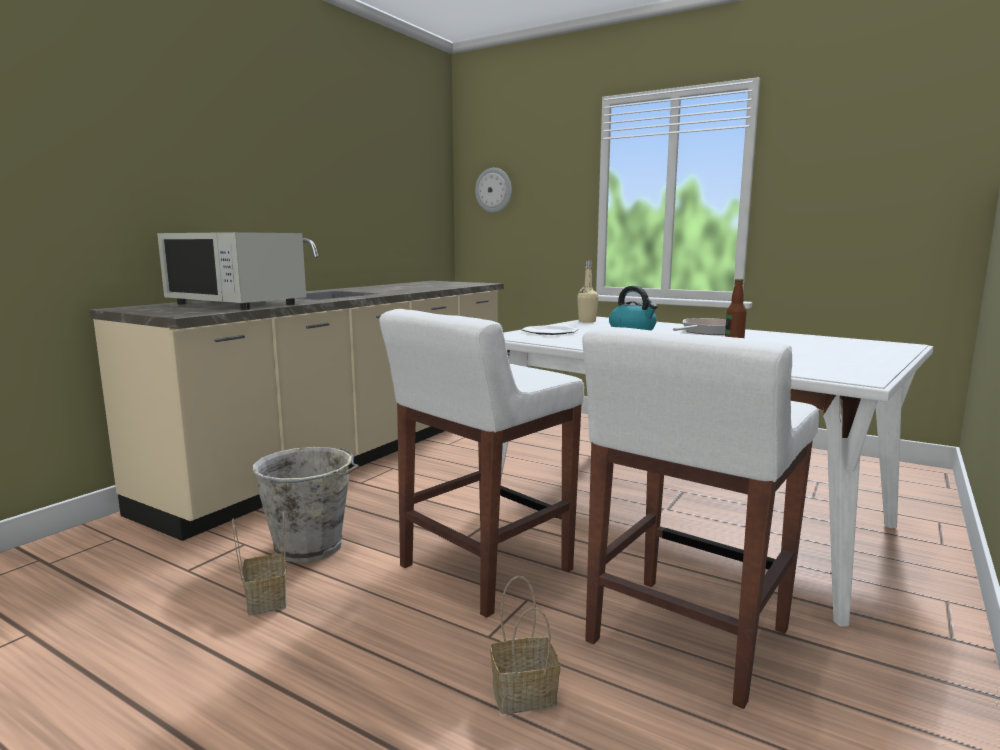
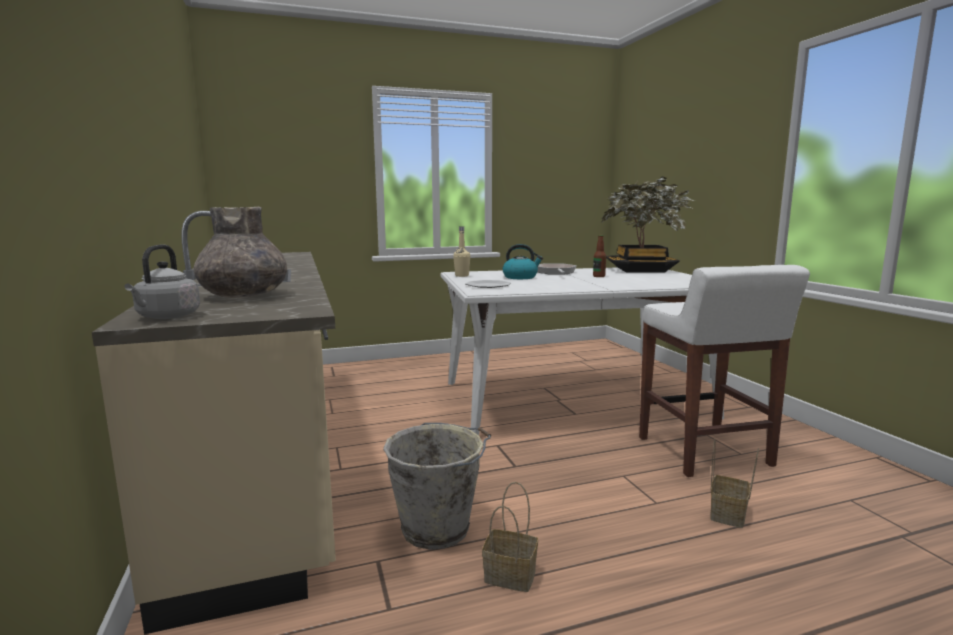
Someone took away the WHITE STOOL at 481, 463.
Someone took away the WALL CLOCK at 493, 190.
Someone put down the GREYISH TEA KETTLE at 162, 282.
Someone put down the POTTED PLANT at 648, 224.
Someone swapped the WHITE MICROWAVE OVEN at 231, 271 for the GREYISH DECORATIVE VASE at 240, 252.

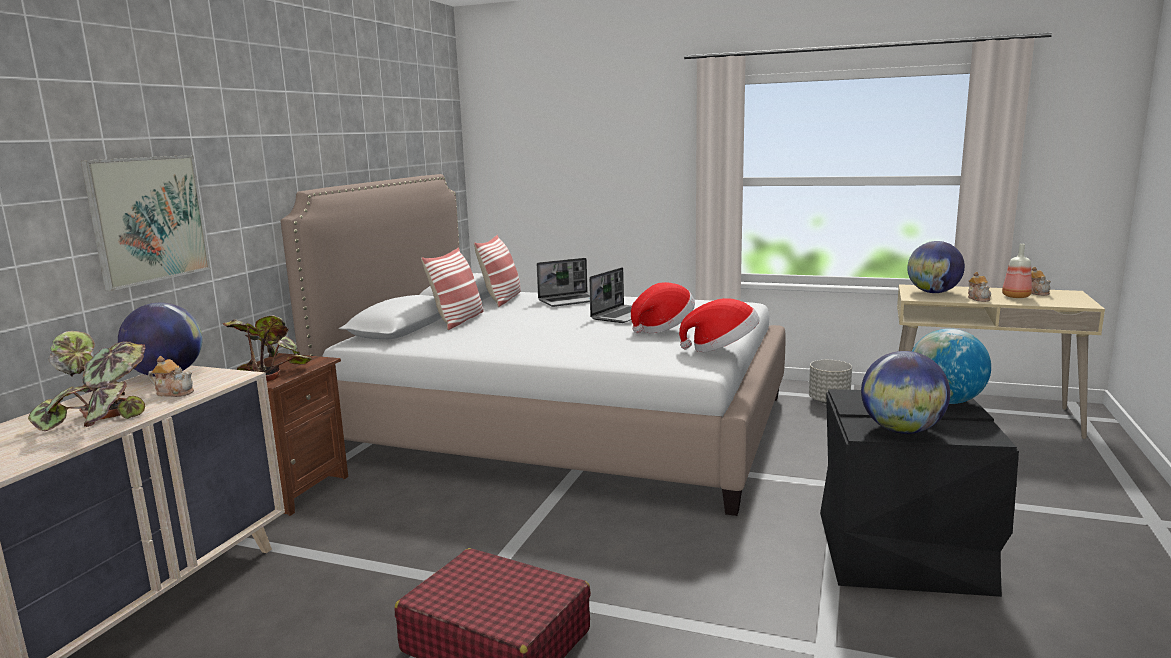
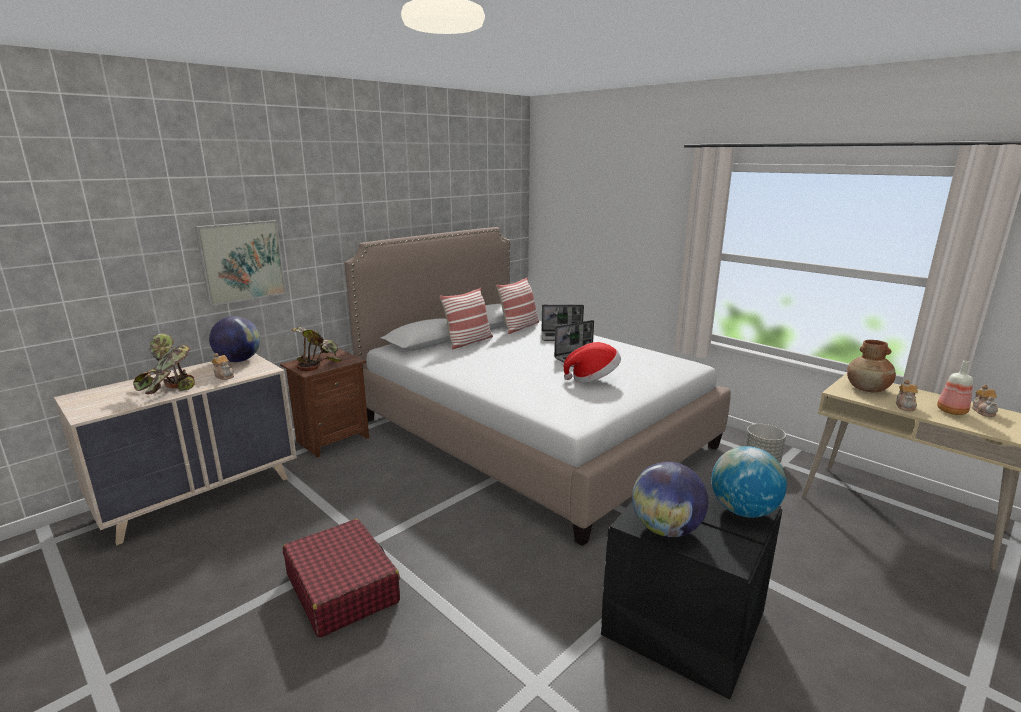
Someone took away the WEARABLE HAT at 719, 325.
Someone swapped the DESK GLOBE at 936, 267 for the BROWNISH DECORATIVE VASE at 871, 366.

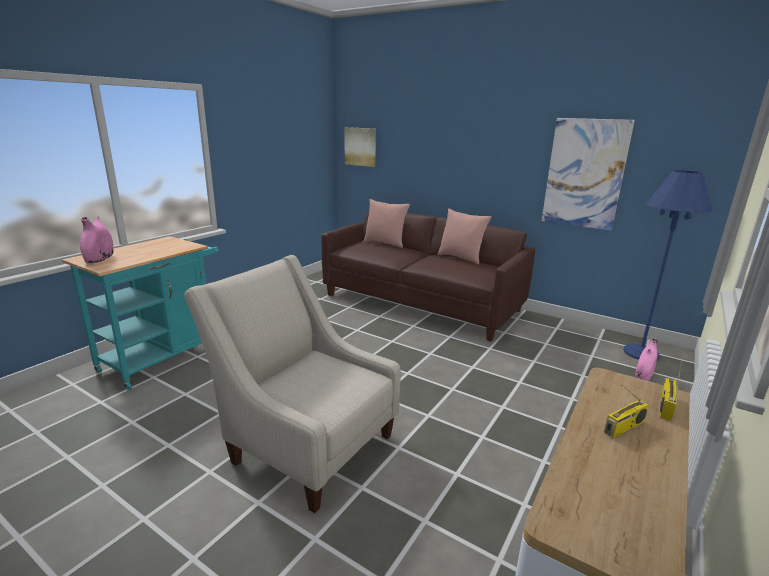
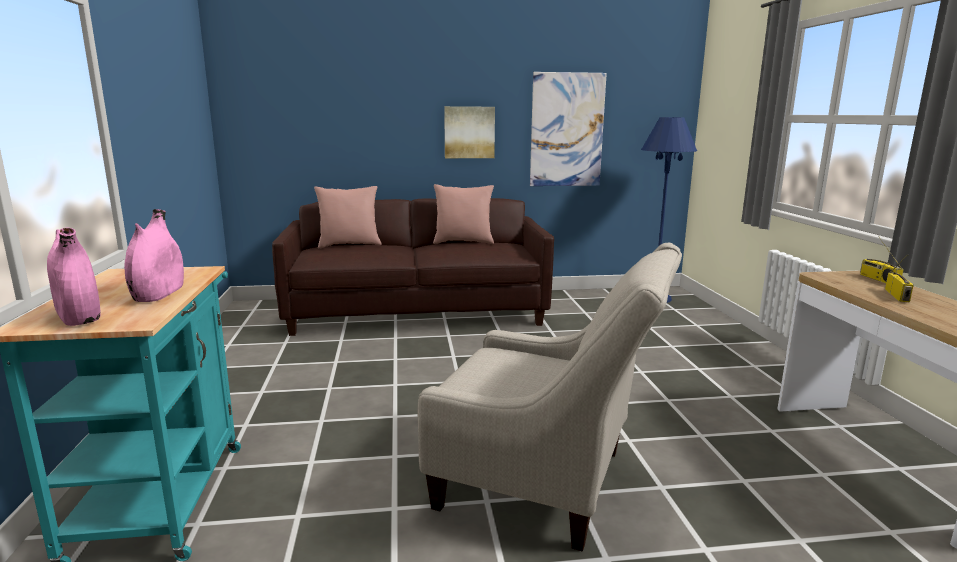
Someone carried the WALL ART from 360, 147 to 469, 132.
Someone carried the PINKISH DECORATIVE VASE from 646, 359 to 154, 255.
Someone rotated the BEIGE-COLOURED EASY CHAIR at 292, 384 by 150 degrees counterclockwise.

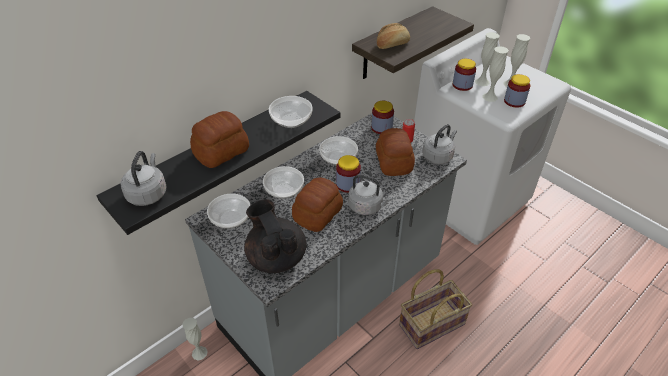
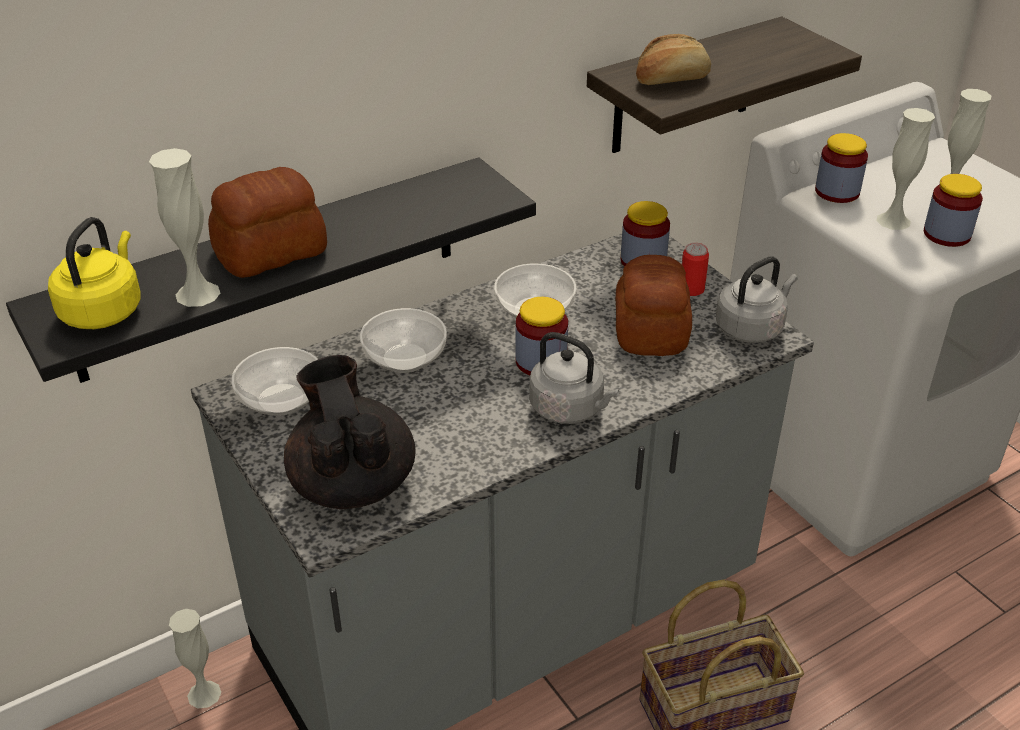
Someone took away the DEEP DISH at 291, 112.
Someone took away the BREAD at 317, 205.
Someone carried the WHITE DECORATIVE VASE from 487, 59 to 184, 227.
Someone repainted the GREYISH TEA KETTLE at 144, 178, which became the YELLOW-COLOURED TEA KETTLE at 94, 273.

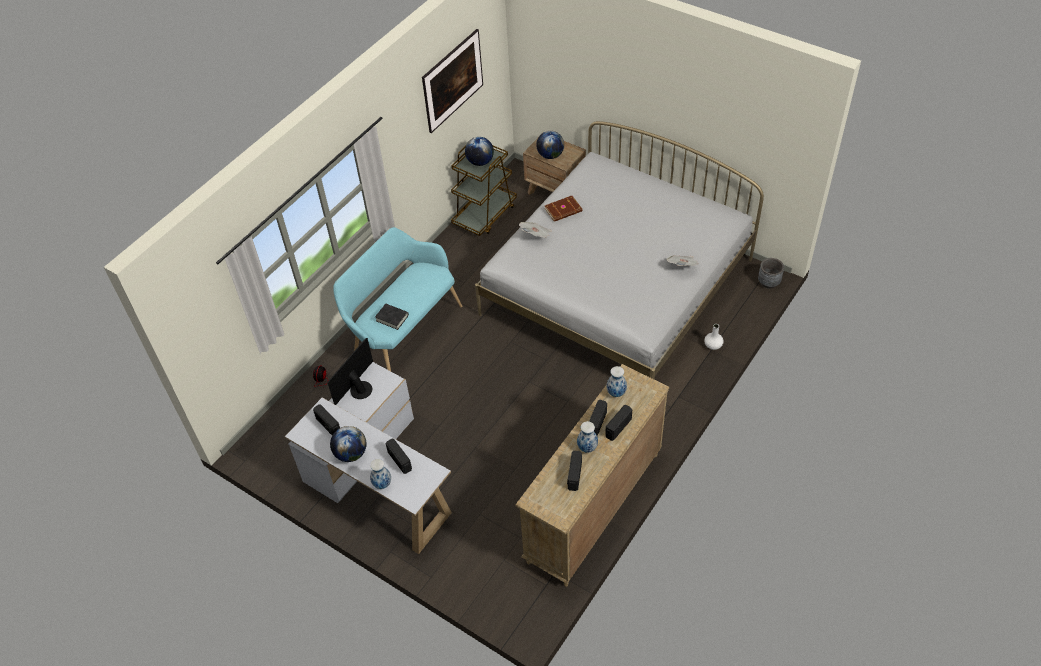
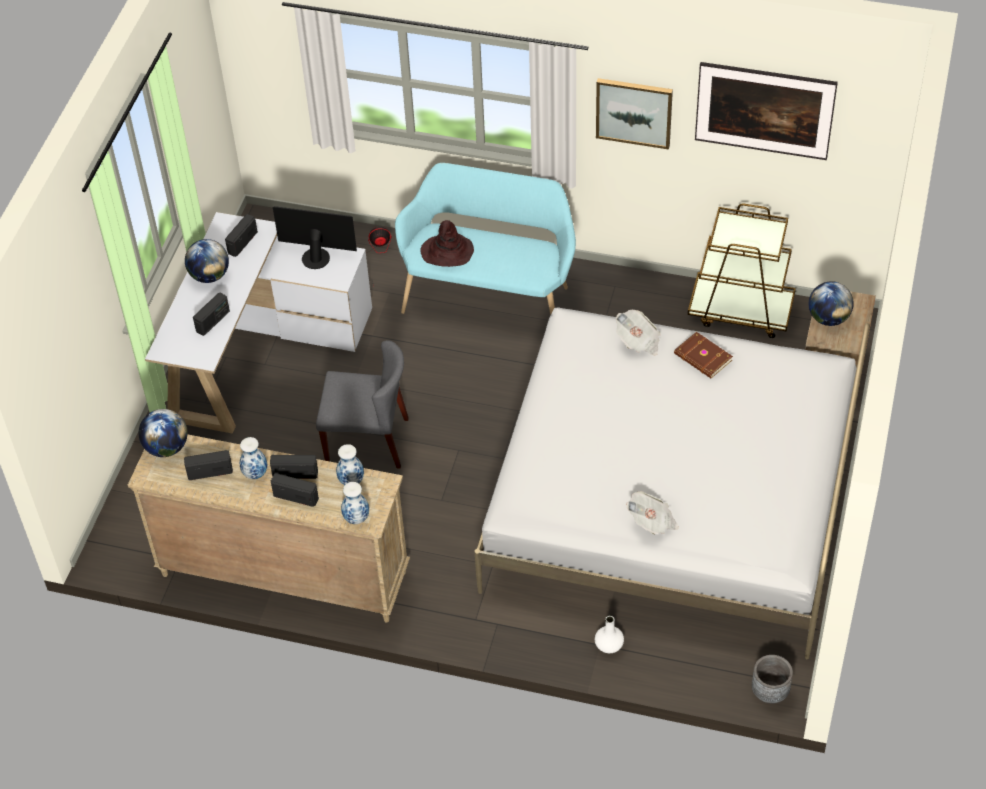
Someone put down the GREYISH PLAIN CHAIR at 362, 404.
Someone put up the WALL ART at 634, 113.
Someone carried the DECORATIVE VASE from 380, 474 to 355, 503.
Someone carried the DESK GLOBE from 479, 151 to 163, 433.
Someone swapped the BLACK-COLOURED BOUND BOOK at 392, 317 for the BROWNISH WEARABLE HAT at 447, 243.

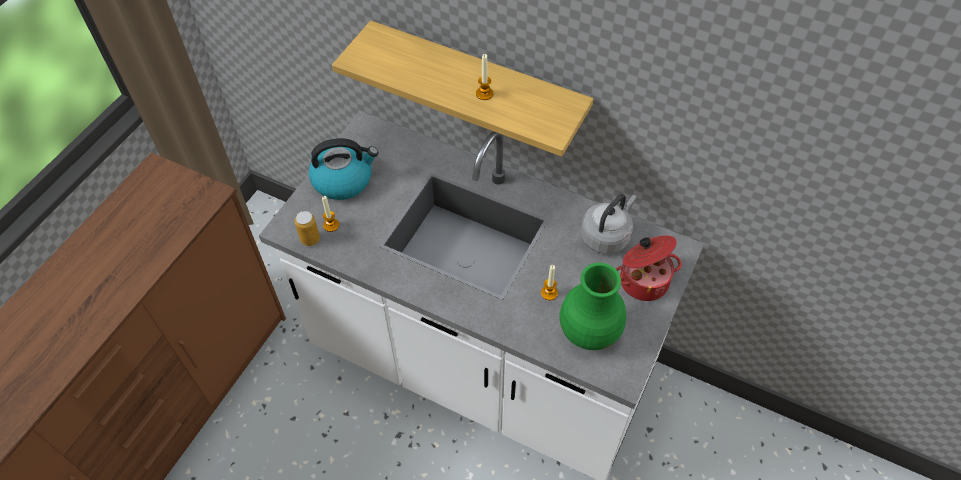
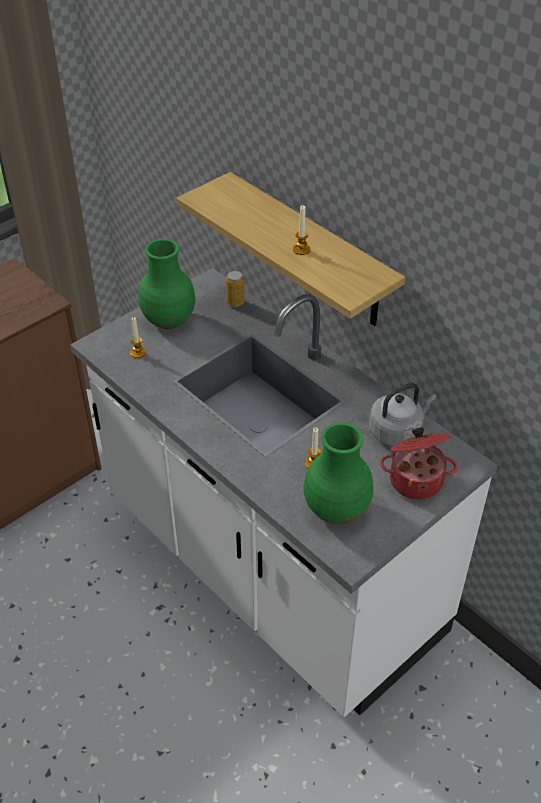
Someone carried the CAN from 307, 228 to 235, 289.
Someone swapped the TEA KETTLE at 343, 169 for the GREEN DECORATIVE VASE at 167, 284.

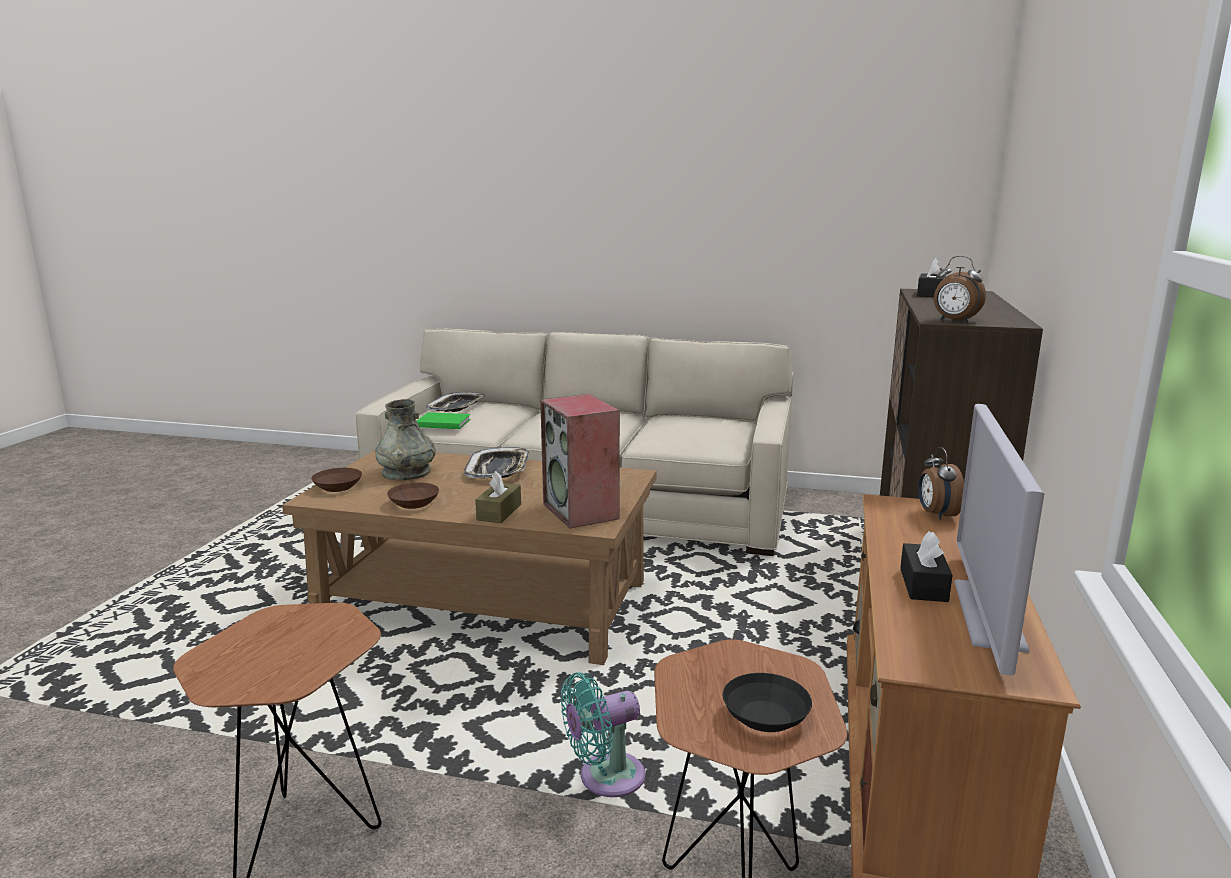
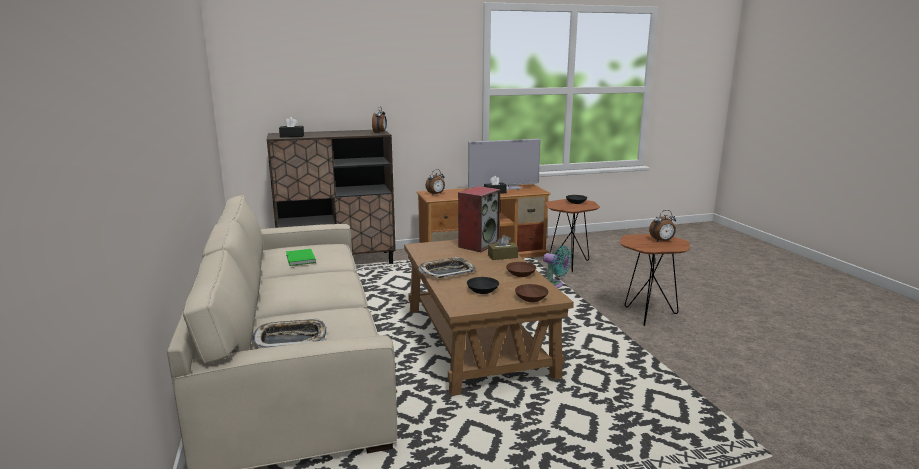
Someone put down the TABLE CLOCK at 662, 226.
Someone carried the GREEN BOUND BOOK from 444, 420 to 301, 257.
Someone swapped the GREYISH DECORATIVE VASE at 405, 439 for the BLACK-COLOURED DEEP DISH at 483, 285.

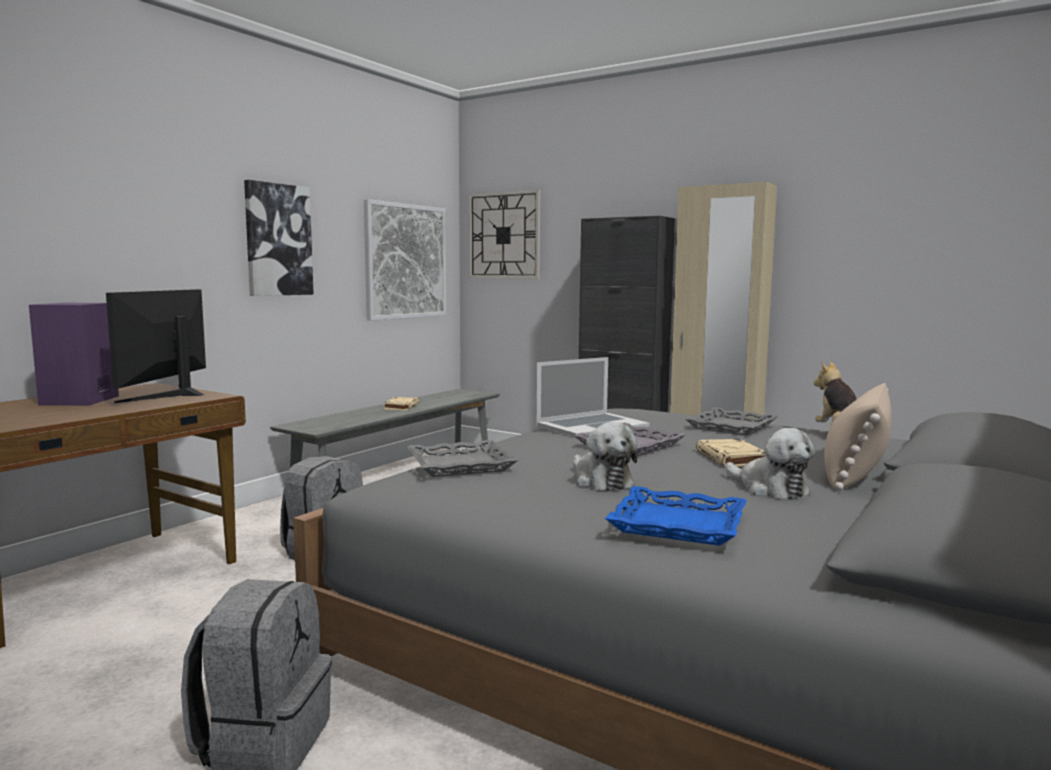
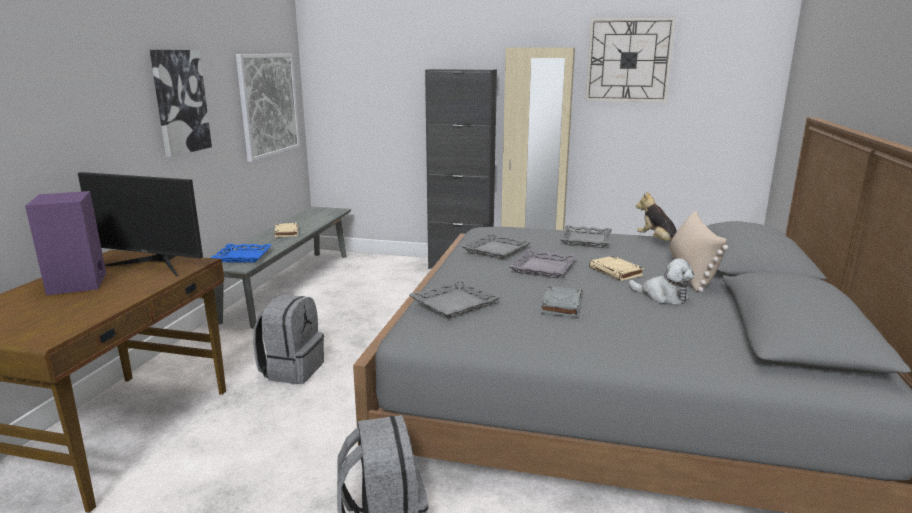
Someone carried the WALL CLOCK from 504, 234 to 630, 59.
Someone carried the BLUISH SERVING TRAY from 676, 516 to 241, 253.
Someone swapped the NOTEBOOK COMPUTER at 593, 397 for the GREYISH SERVING TRAY at 497, 246.
Someone swapped the PLUSH TOY at 605, 456 for the GREYISH BOUND BOOK at 562, 301.
Someone rotated the COMPUTER SCREEN at 156, 346 by 60 degrees counterclockwise.

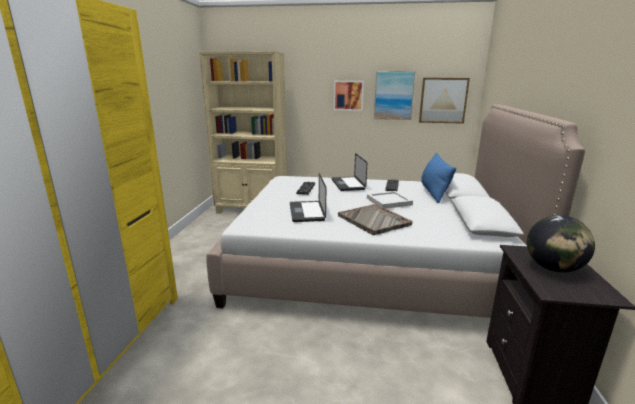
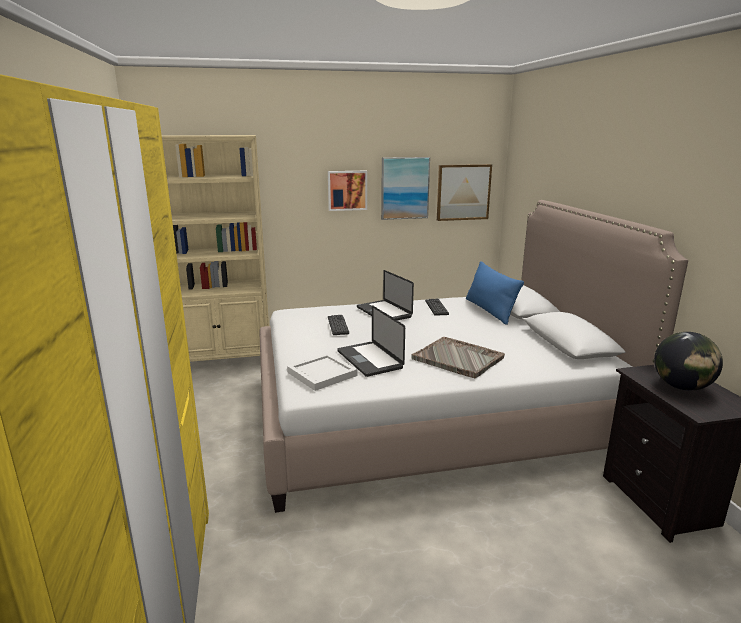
Someone carried the WHITE SERVING TRAY from 390, 200 to 322, 372.

